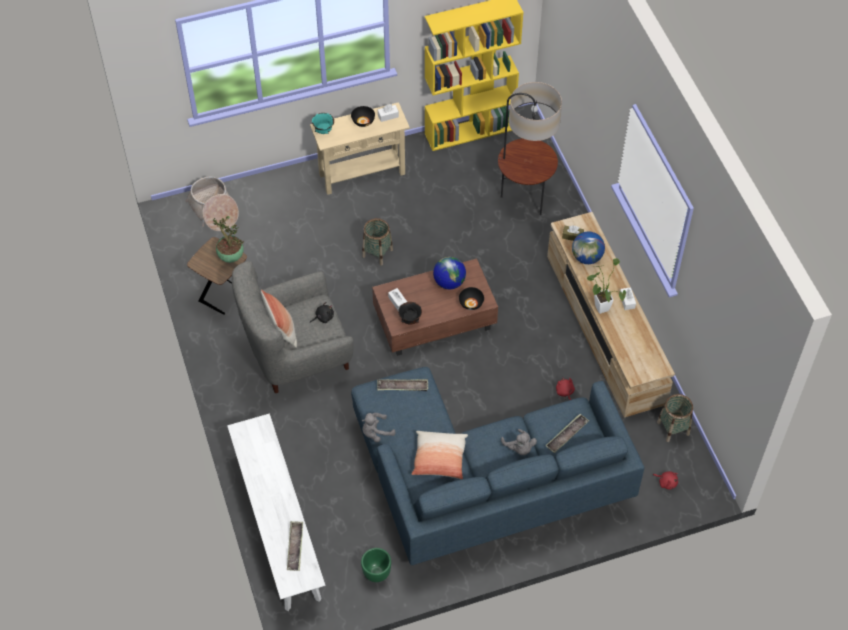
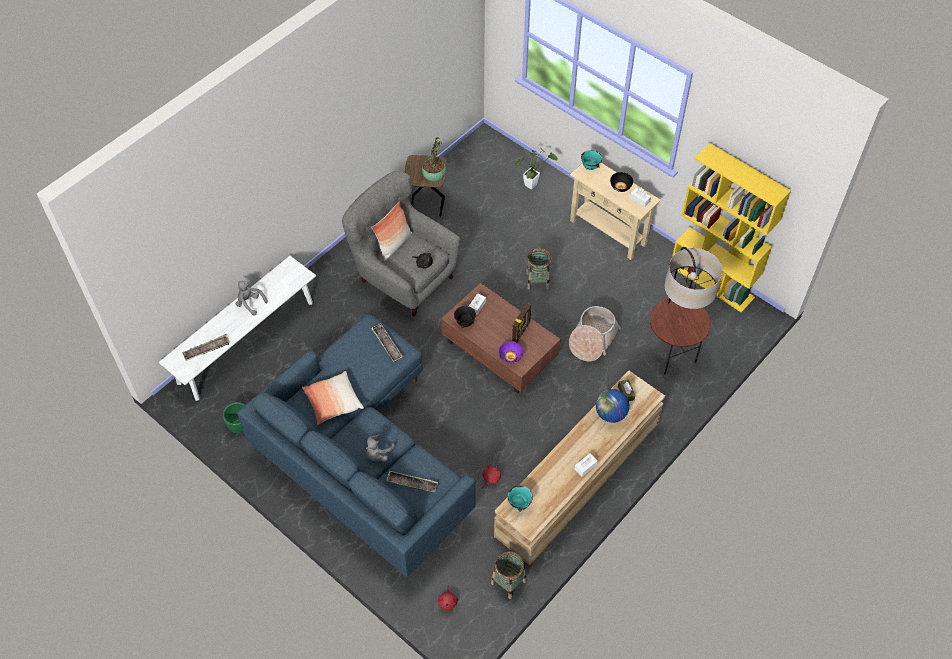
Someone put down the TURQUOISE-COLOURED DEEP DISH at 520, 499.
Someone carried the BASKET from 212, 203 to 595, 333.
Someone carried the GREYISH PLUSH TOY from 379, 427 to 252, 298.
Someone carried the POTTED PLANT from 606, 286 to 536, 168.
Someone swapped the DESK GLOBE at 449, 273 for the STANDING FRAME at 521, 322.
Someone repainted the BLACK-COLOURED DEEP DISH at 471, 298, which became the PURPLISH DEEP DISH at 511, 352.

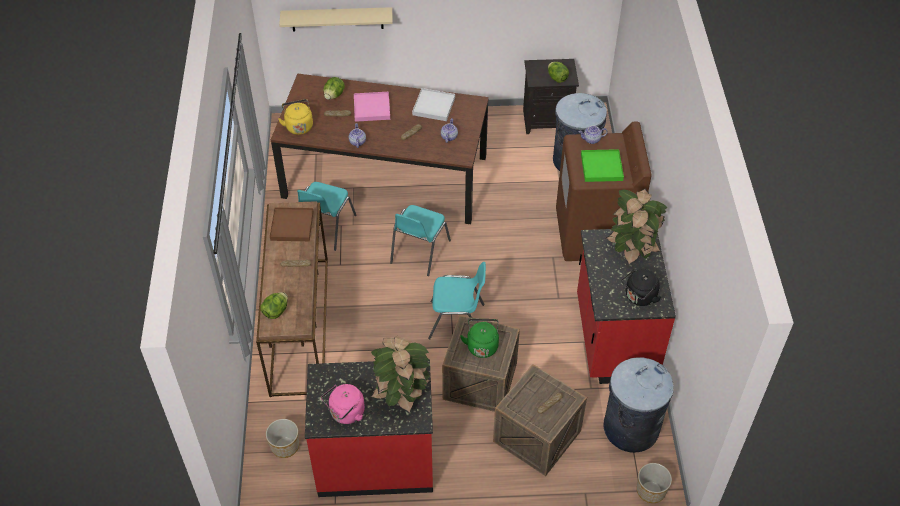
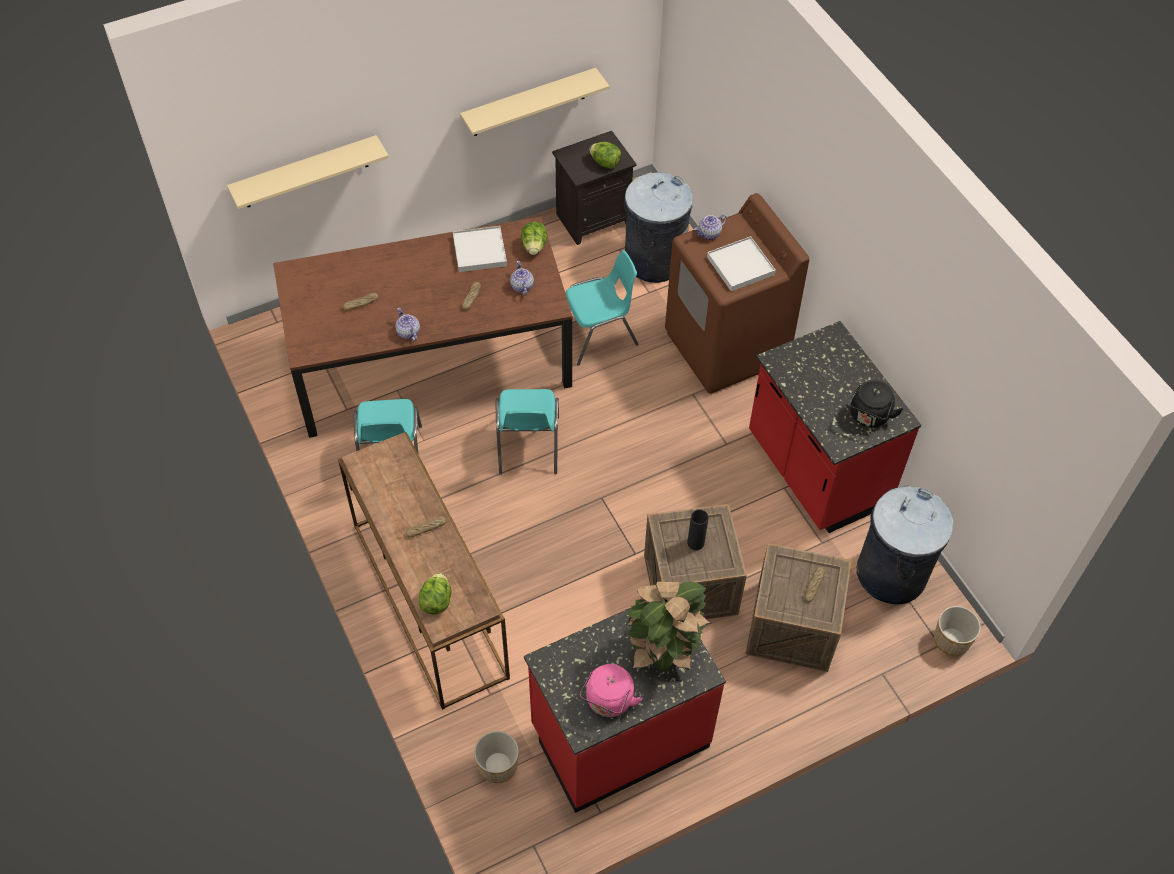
Someone took away the BROWNISH SERVING TRAY at 292, 224.
Someone took away the YELLOW-COLOURED TEA KETTLE at 295, 117.
Someone took away the PINKISH SERVING TRAY at 372, 107.
Someone took away the POTTED PLANT at 637, 226.
Someone put up the BEIGE-COLOURED WALL SHELF at 535, 102.
Someone carried the HEAD OF LETTUCE from 334, 88 to 534, 238.
Someone carried the TURQUOISE-COLOURED PLAIN CHAIR from 457, 301 to 602, 308.
Someone swapped the GREEN TEA KETTLE at 479, 338 for the BLACK-COLOURED DECORATIVE VASE at 698, 529.
Someone repainted the GREEN SERVING TRAY at 602, 165, which became the WHITE SERVING TRAY at 741, 264.

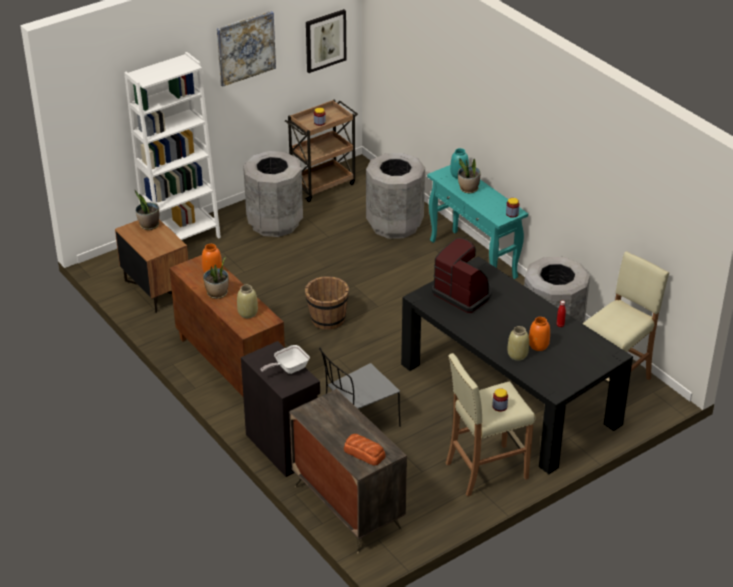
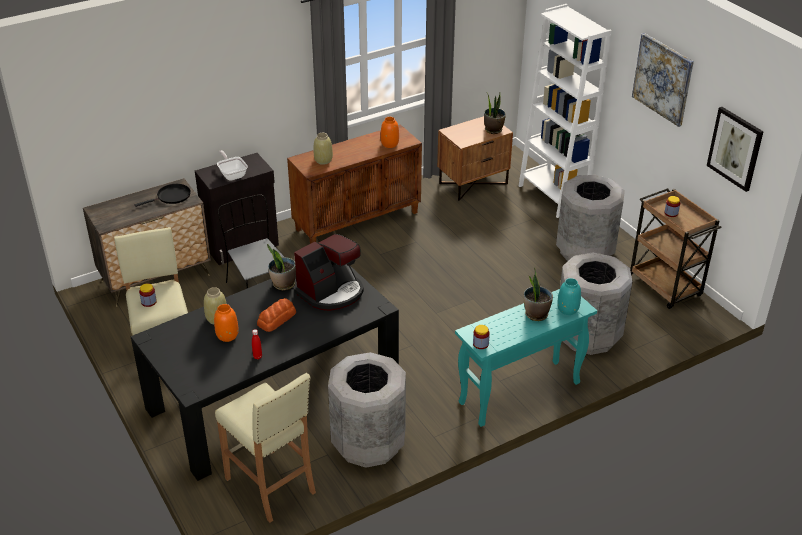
Someone took away the BROWNISH BUCKET at 327, 303.
Someone put down the BLACK-COLOURED FRYING PAN at 163, 195.
Someone carried the POTTED PLANT from 216, 278 to 281, 267.
Someone carried the BREAD from 365, 450 to 276, 315.

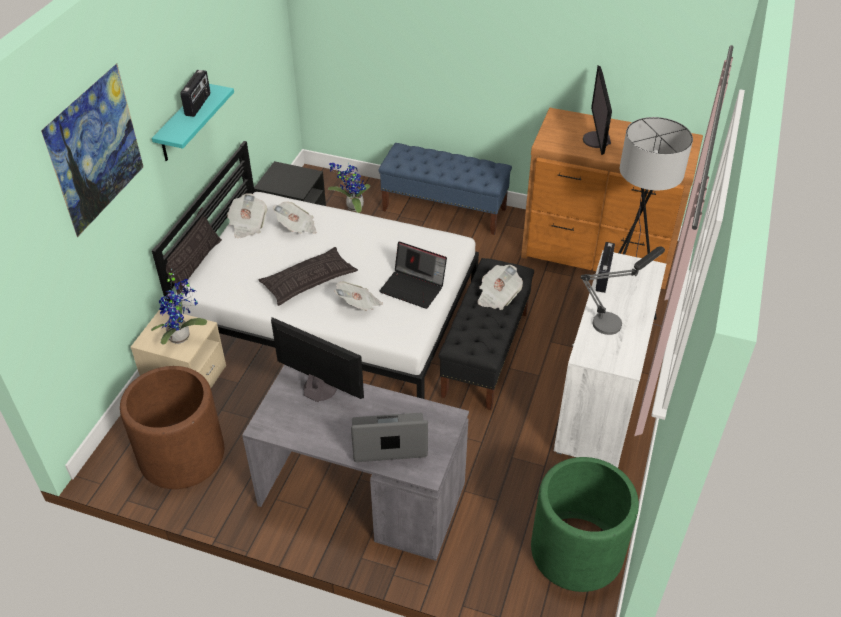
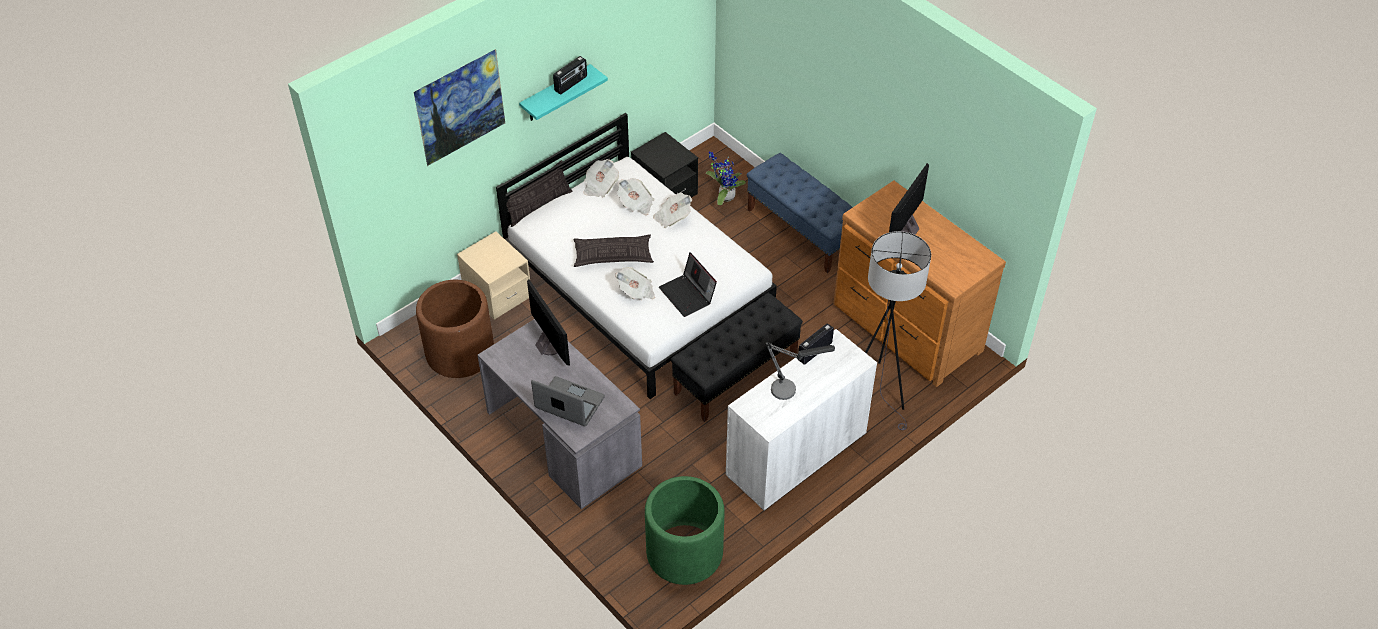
Someone took away the POTTED PLANT at 179, 307.
Someone carried the PRINTED PAPER from 500, 287 to 672, 210.

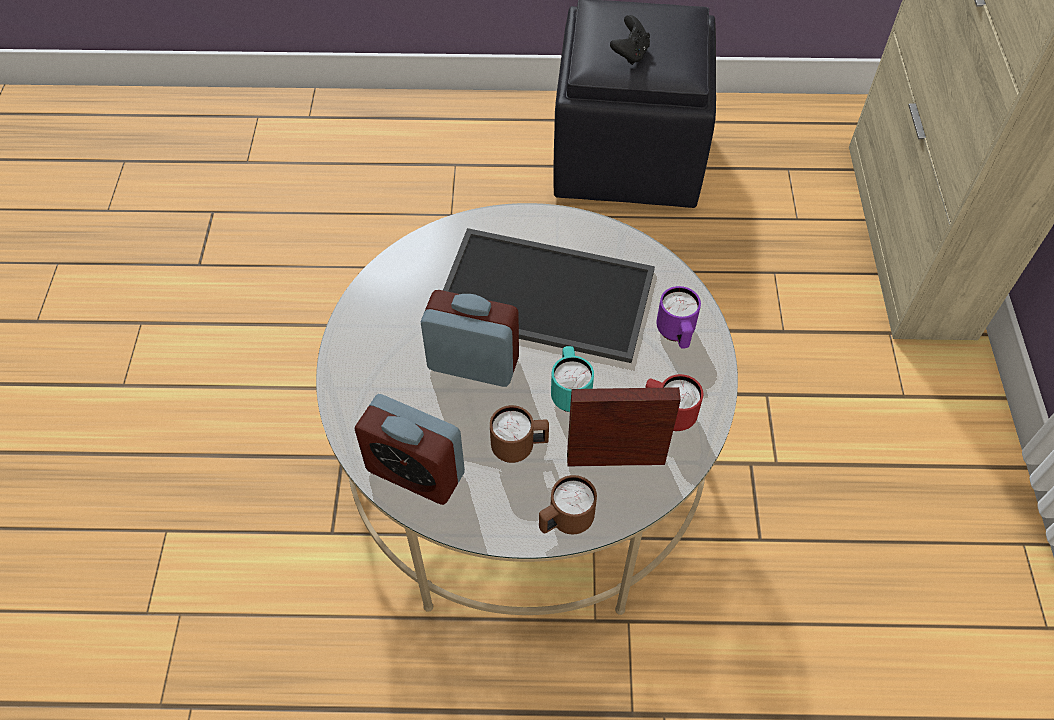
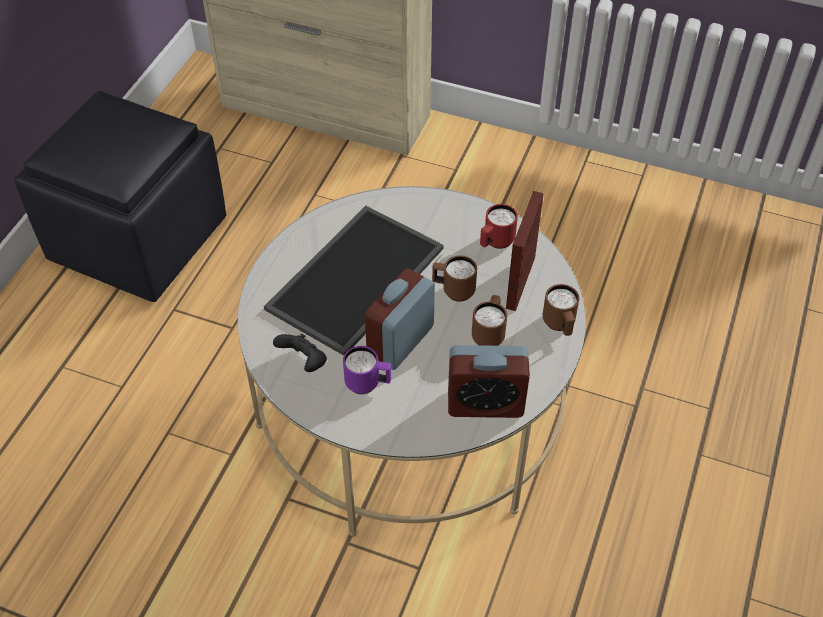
Someone carried the BLACK-COLOURED JOYPAD from 630, 40 to 300, 353.
Someone carried the PURPLISH TEA MUG from 678, 317 to 367, 370.
Someone repainted the TURQUOISE-COLOURED TEA MUG at 572, 379, which became the BROWNISH TEA MUG at 454, 278.
Someone rotated the TABLE CLOCK at 410, 449 by 45 degrees clockwise.

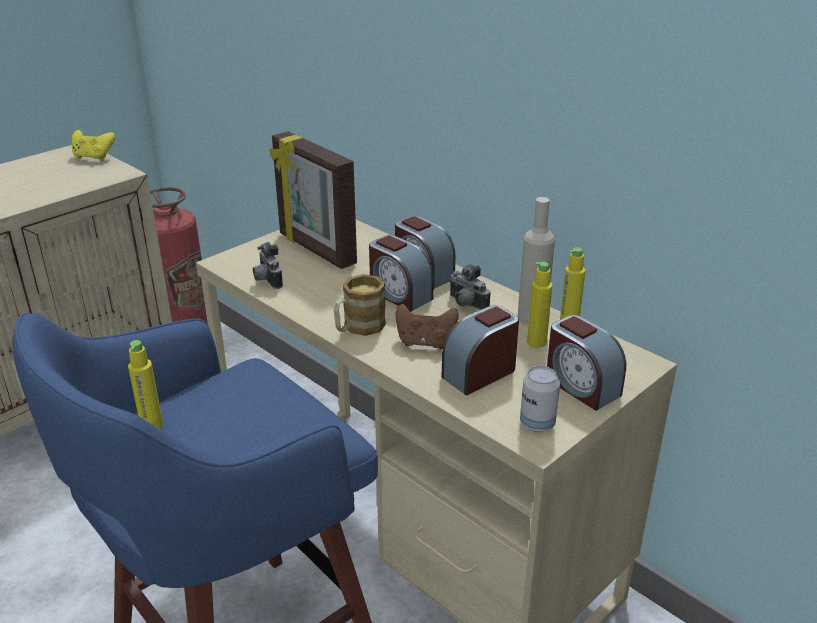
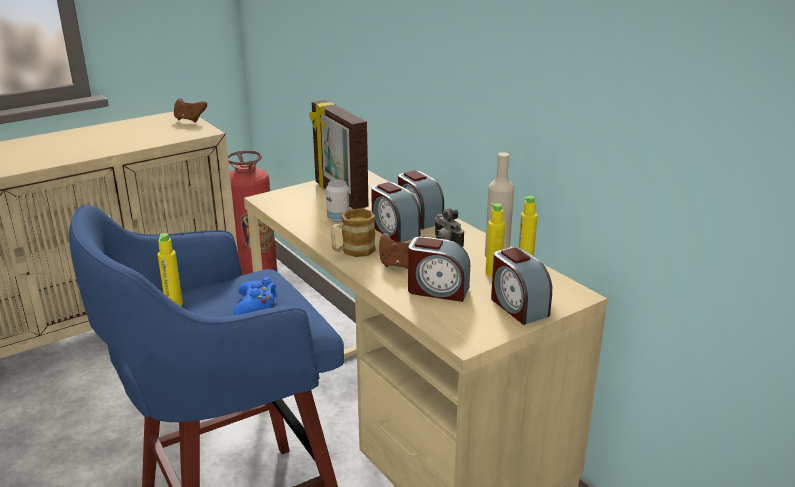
Someone took away the PHOTO CAMERA at 268, 265.
Someone put down the BLUISH JOYPAD at 255, 296.
Someone carried the CAN from 540, 399 to 337, 201.
Someone repainted the YELLOW-COLOURED JOYPAD at 93, 145, which became the BROWNISH JOYPAD at 190, 110.
Someone rotated the TABLE CLOCK at 480, 350 by 135 degrees counterclockwise.

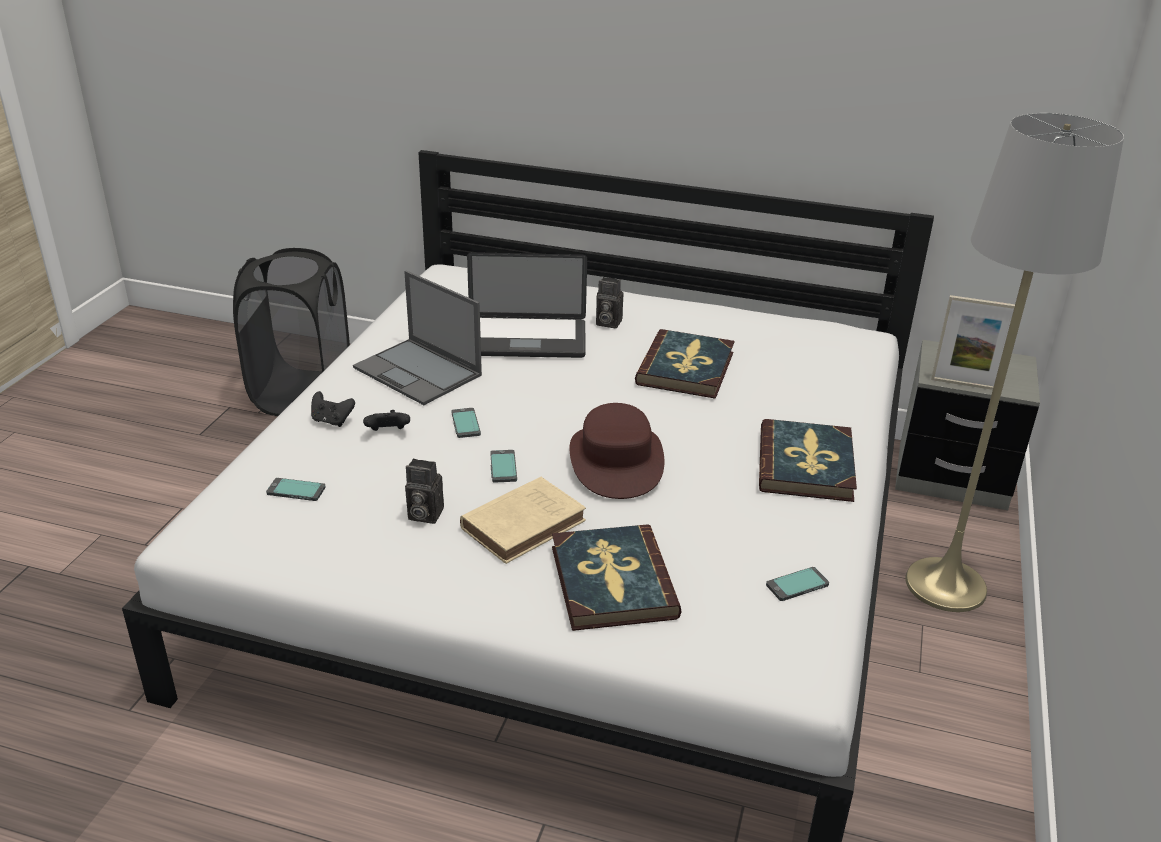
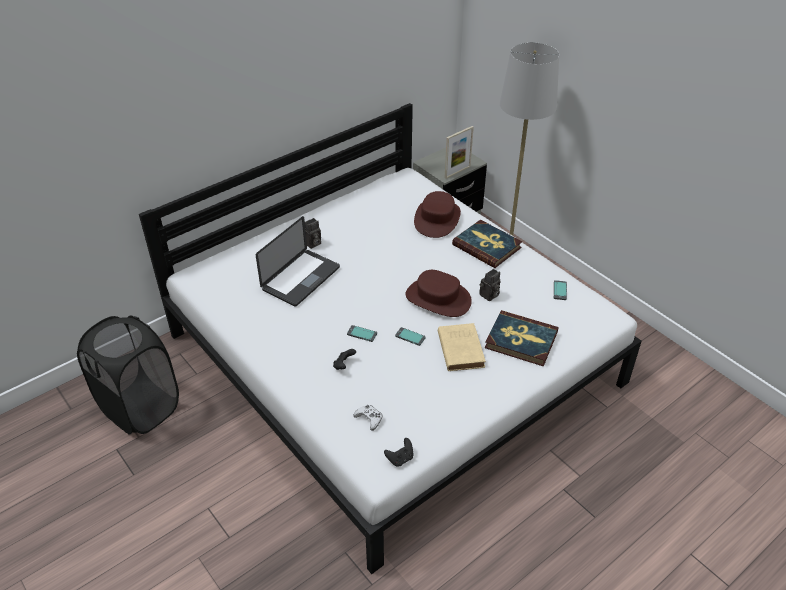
Someone took away the NOTEBOOK COMPUTER at 417, 337.
Someone took away the BOUND BOOK at 685, 364.
Someone put down the BROWNISH WEARABLE HAT at 437, 214.
Someone carried the BLACK-COLOURED JOYPAD from 333, 409 to 399, 452.
Someone carried the PHOTO CAMERA from 424, 491 to 489, 285.
Someone swapped the PHONE at 296, 489 for the WHITE JOYPAD at 368, 418.

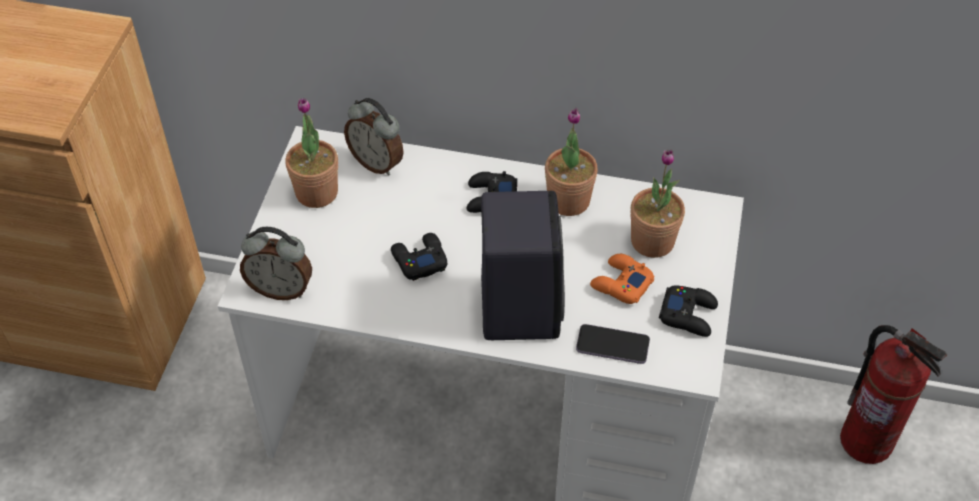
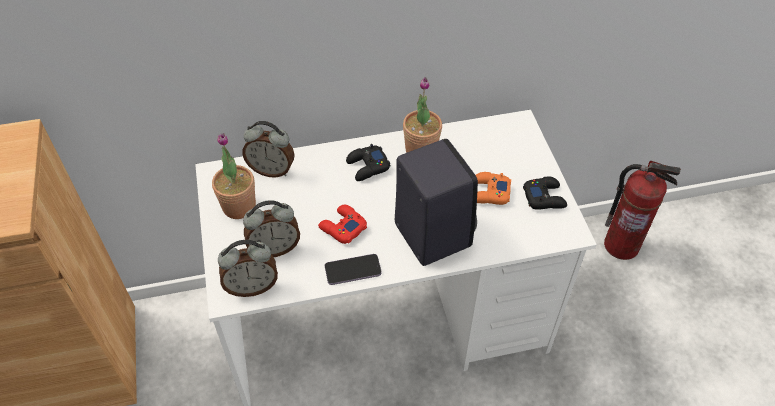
Someone took away the POTTED PLANT at 658, 204.
Someone put down the TABLE CLOCK at 271, 228.
Someone carried the PHONE from 613, 344 to 353, 269.
Someone repainted the BLACK-COLOURED JOYPAD at 419, 257, which became the RED-COLOURED JOYPAD at 342, 224.

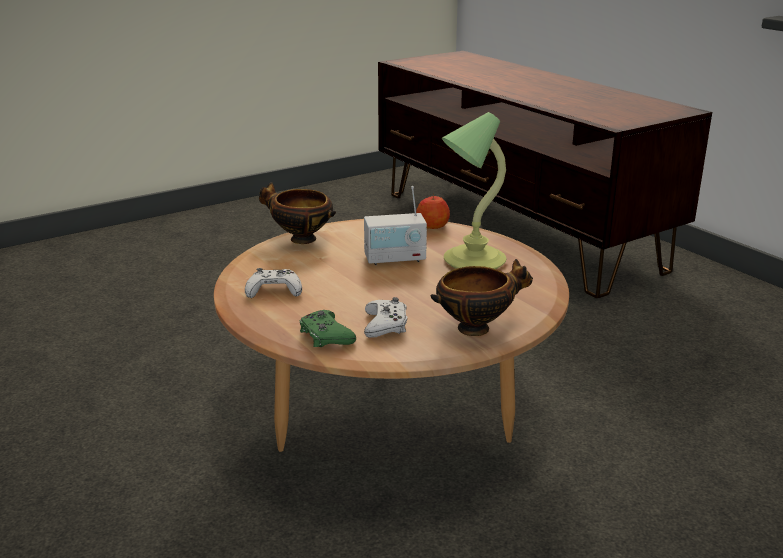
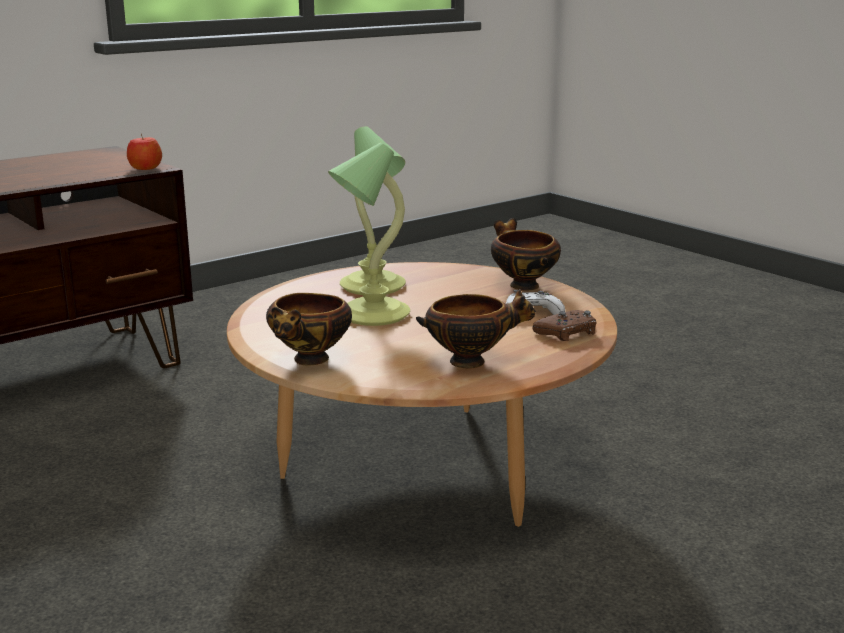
Someone carried the WHOLE APPLE from 433, 211 to 144, 152.
Someone swapped the WHITE JOYPAD at 273, 283 for the DEEP DISH at 476, 329.
Someone swapped the RADIO at 395, 225 for the TABLETOP LAMP at 369, 234.
Someone repainted the GREEN JOYPAD at 328, 328, which became the BROWNISH JOYPAD at 564, 325.

